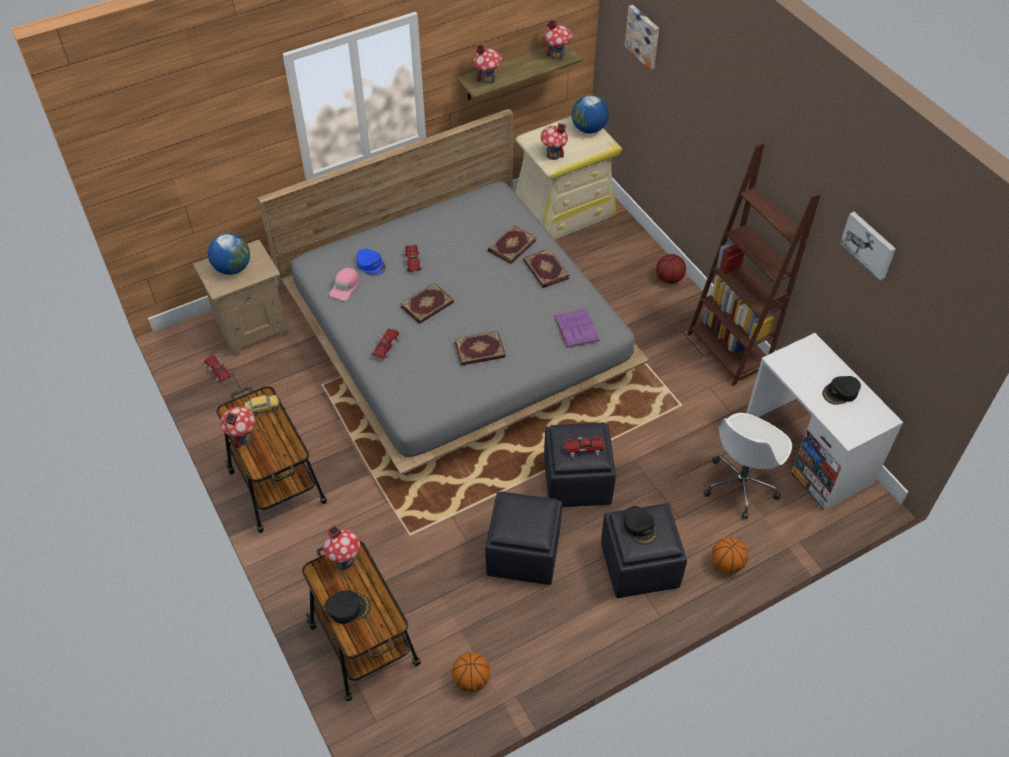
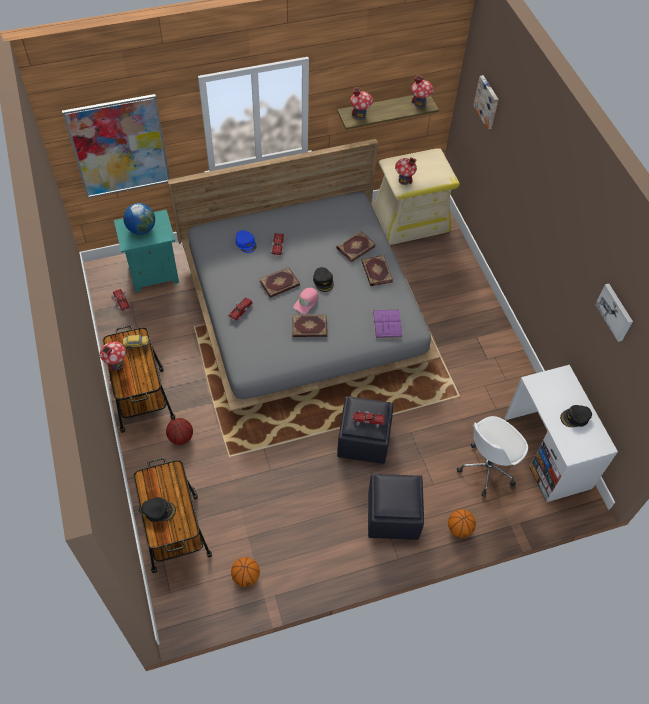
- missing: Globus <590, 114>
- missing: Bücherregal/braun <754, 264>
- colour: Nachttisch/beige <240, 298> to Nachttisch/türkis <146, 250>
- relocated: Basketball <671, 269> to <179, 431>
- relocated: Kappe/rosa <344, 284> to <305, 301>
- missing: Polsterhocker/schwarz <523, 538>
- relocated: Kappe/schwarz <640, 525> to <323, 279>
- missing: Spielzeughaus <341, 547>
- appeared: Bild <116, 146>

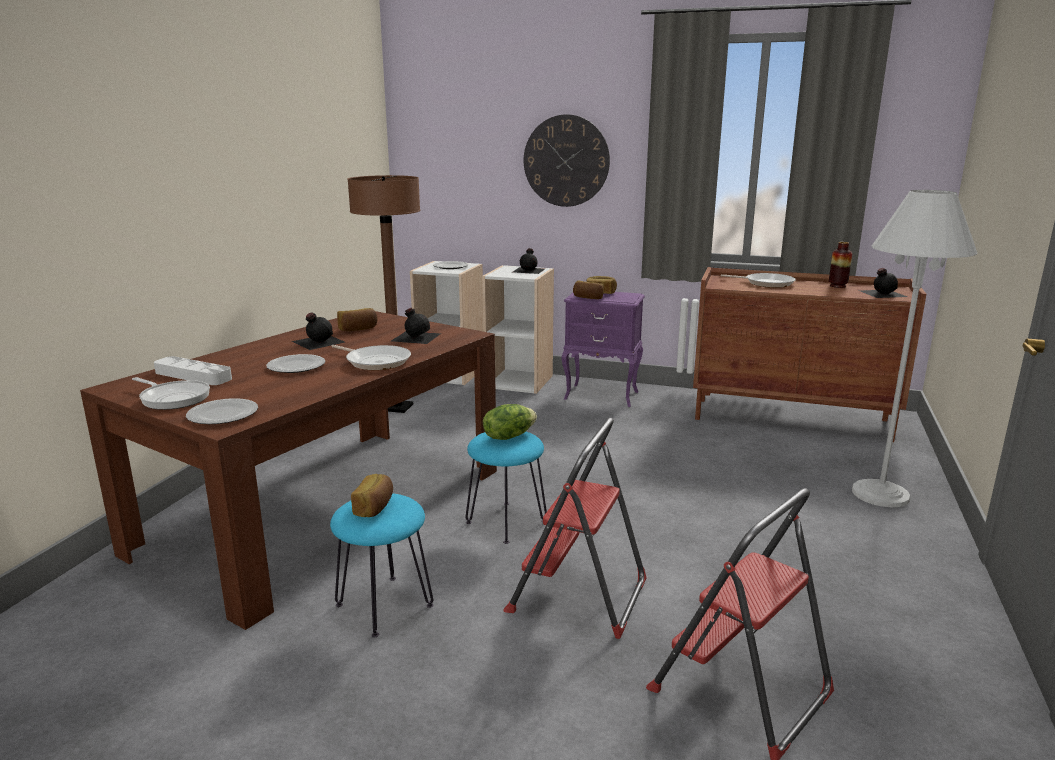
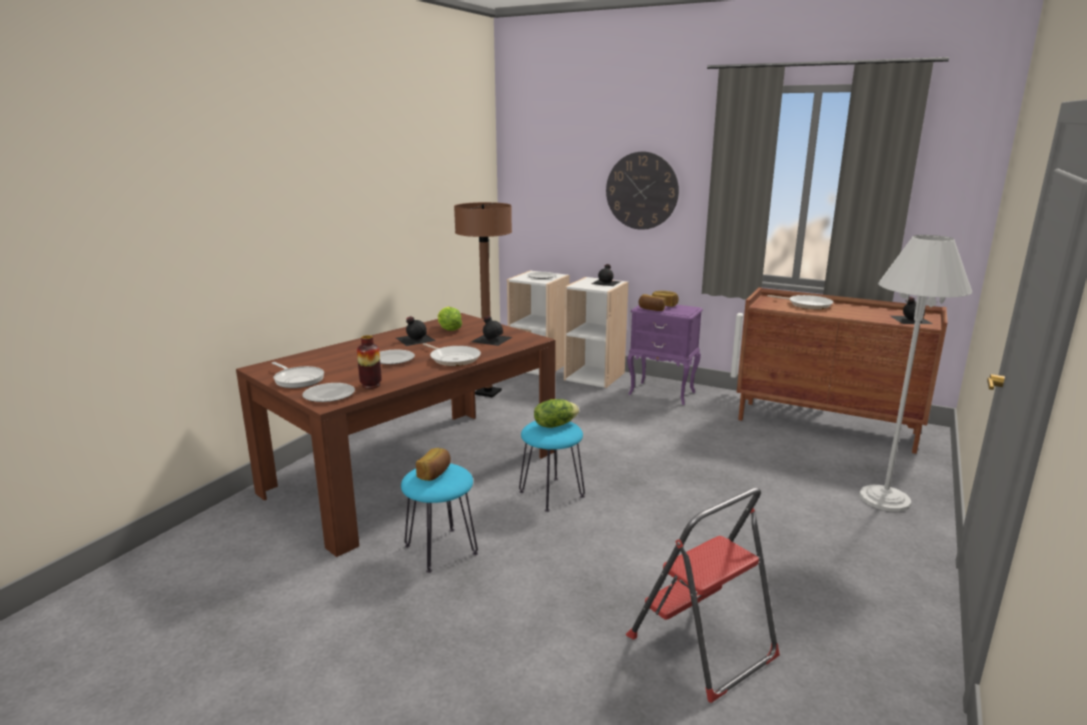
- relocated: Vase <840, 265> to <369, 362>
- exchanged: Brot <357, 319> to Salatkopf <450, 319>
- missing: Tablett/grau <193, 370>
- missing: Trittleiter/rot <575, 528>

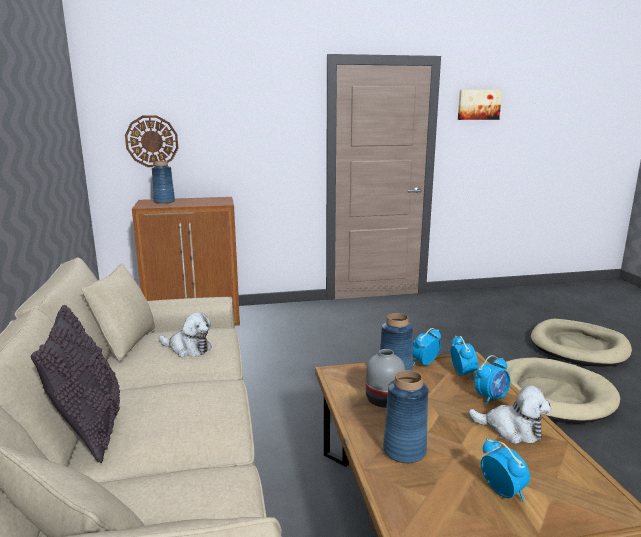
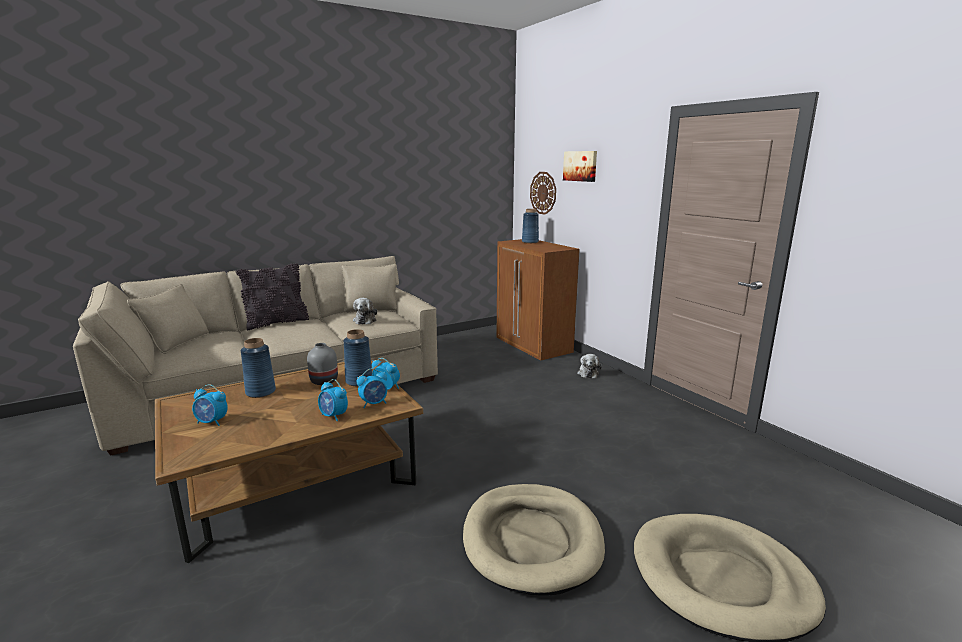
- relocated: Bild <480, 105> to <580, 166>
- relocated: Plüschtier <510, 414> to <589, 366>
- spun: Wecker <505, 469> = <210, 405> 60 degrees clockwise

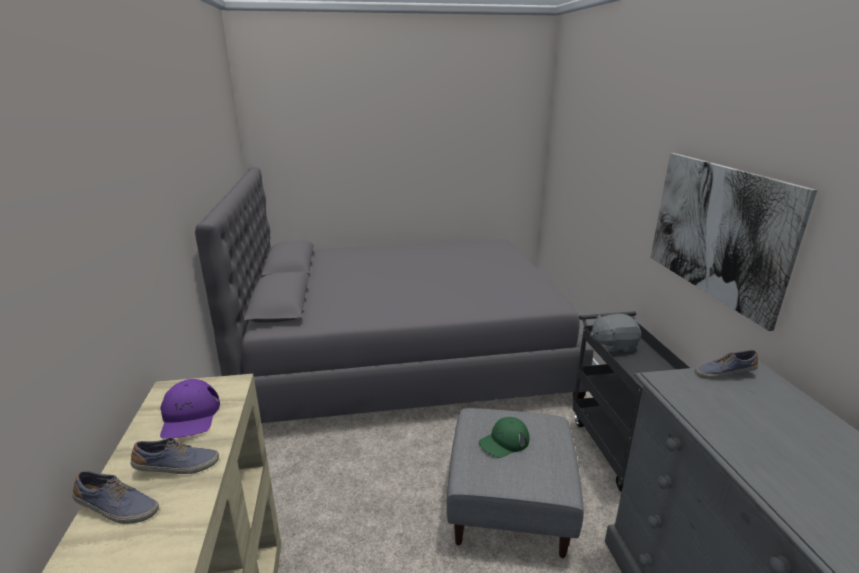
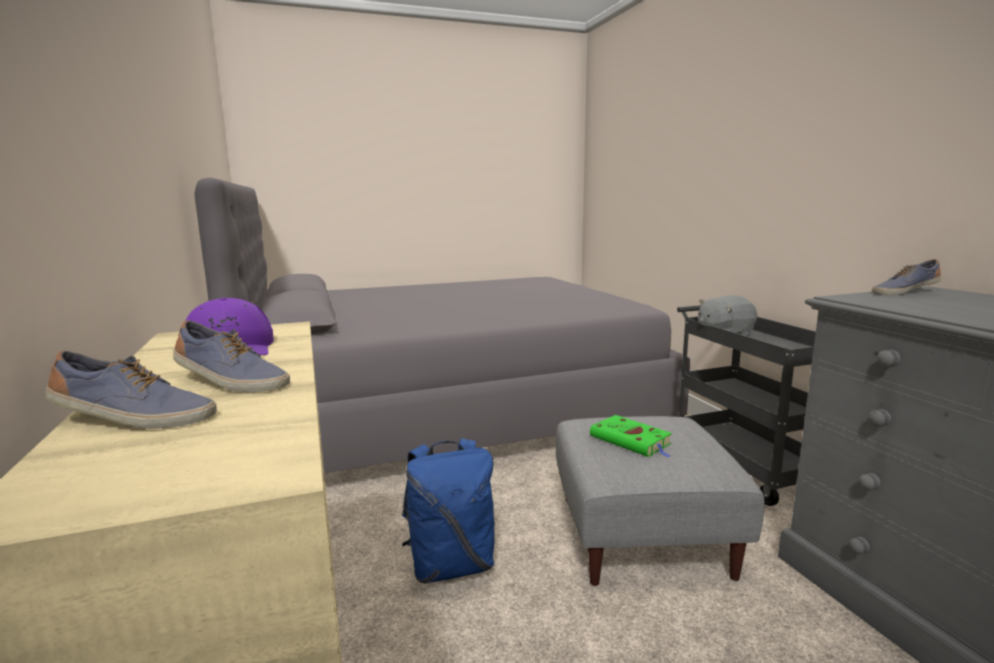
- missing: Bild <734, 242>
- exchanged: Kappe/grün <504, 437> to Buch/grün <631, 436>
- spun: Schuh <175, 456> = <231, 356> 45 degrees clockwise
- appeared: Rucksack/blau <448, 510>

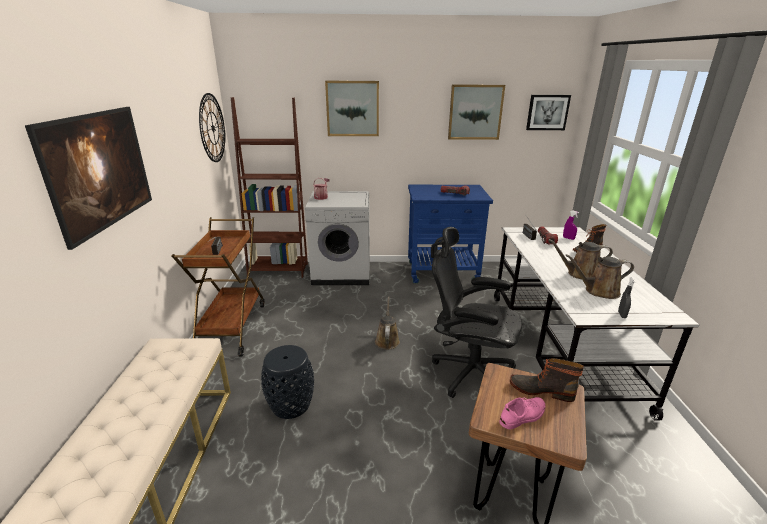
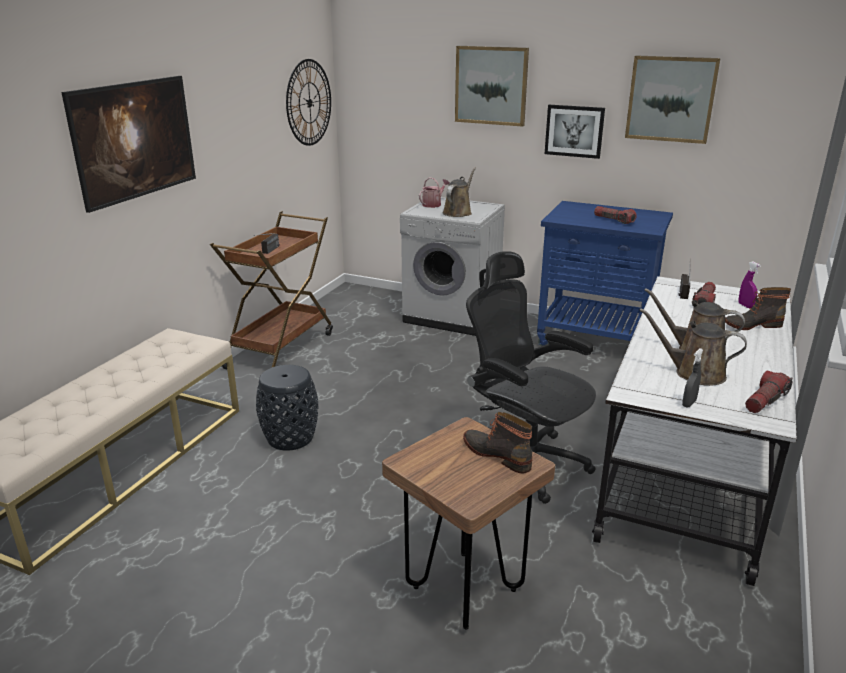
- relocated: Bild <548, 112> to <575, 132>
- missing: Bücherregal/braun <269, 187>
- relocated: Gießkanne/braun <387, 323> to <459, 192>
- missing: Schuh/rosa <522, 413>
- appeared: Taschenlampe <769, 392>

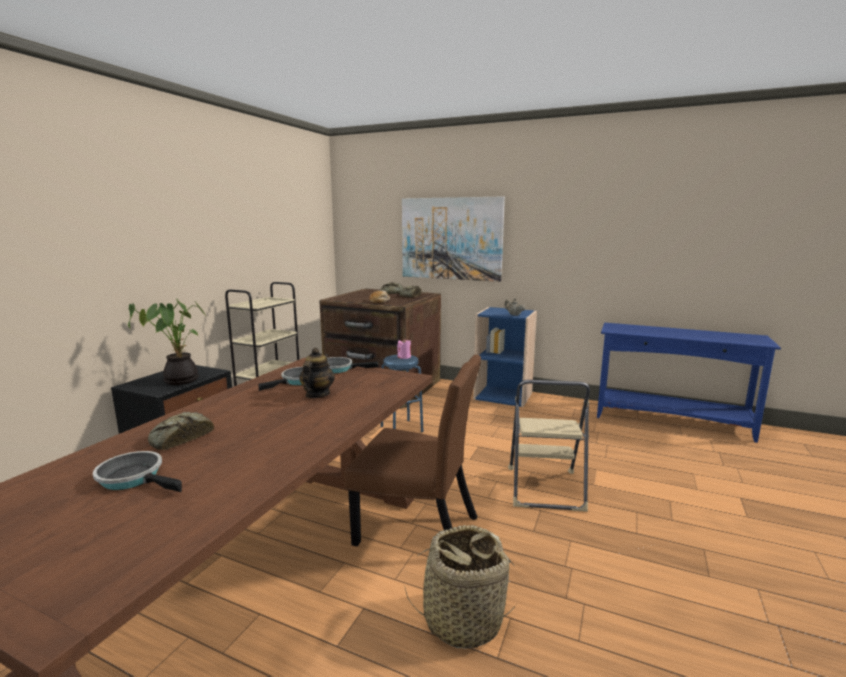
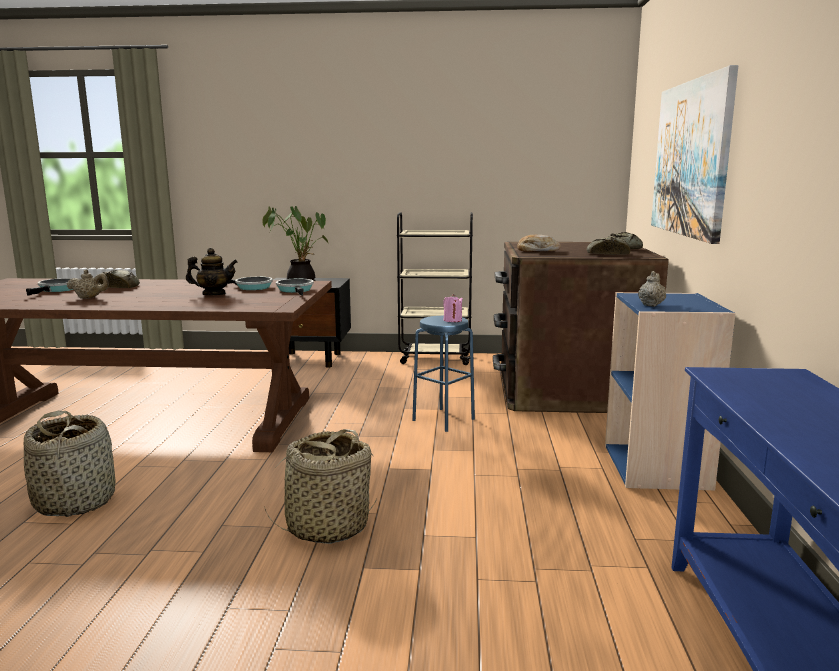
- missing: Stuhl/braun <412, 450>
- exchanged: Trittleiter/beige <549, 446> to Korb <321, 486>
- appeared: Teekanne/beige <88, 284>

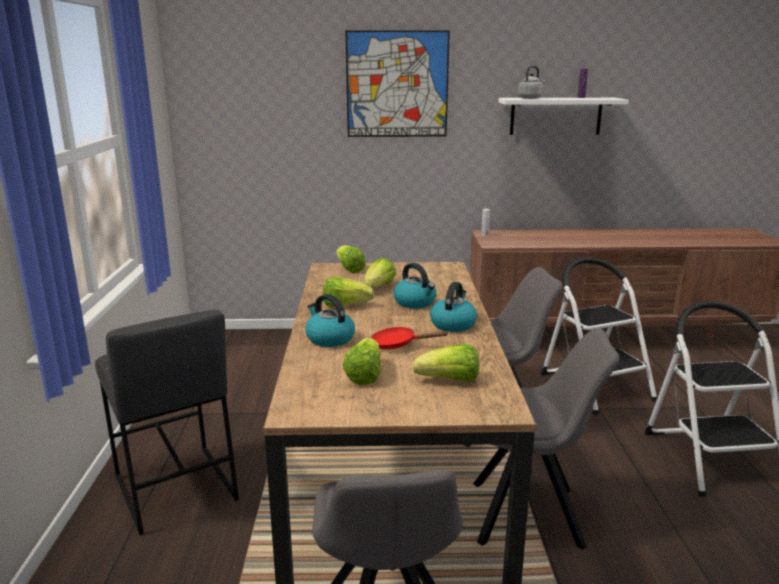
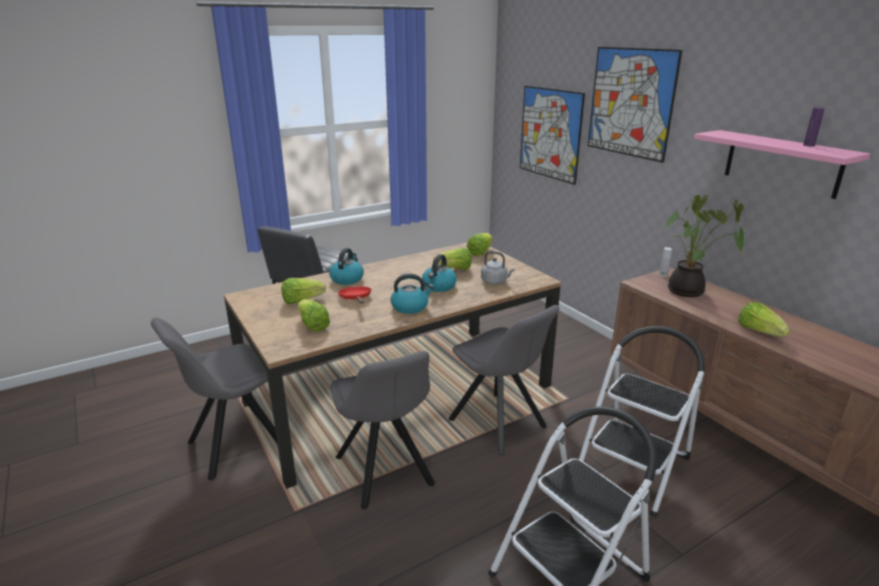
- relocated: Wasserkessel/grau <531, 82> to <498, 268>
- colour: Wandregal/weiß <563, 116> to Wandregal/rosa <782, 164>
- relocated: Salatkopf <348, 291> to <764, 319>
- appeared: Bild <552, 135>
- appeared: Topfpflanze <703, 246>

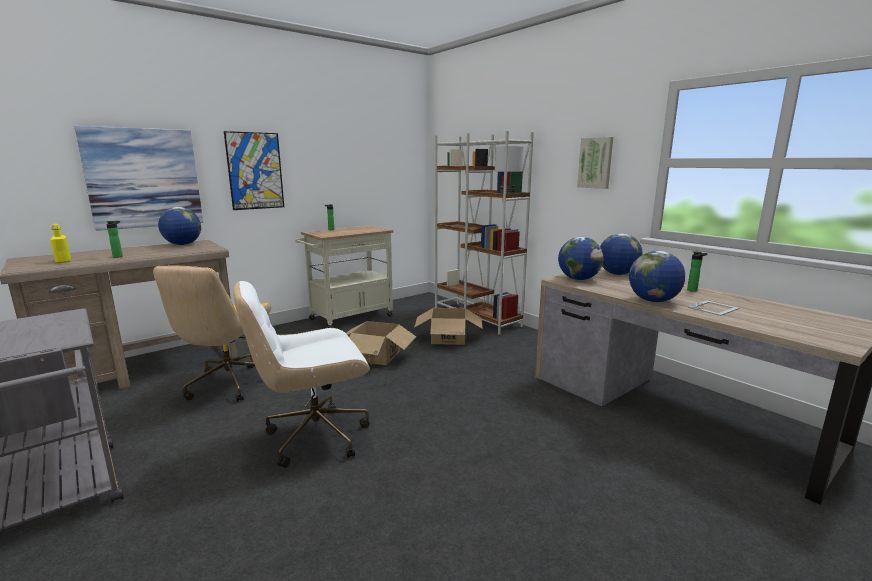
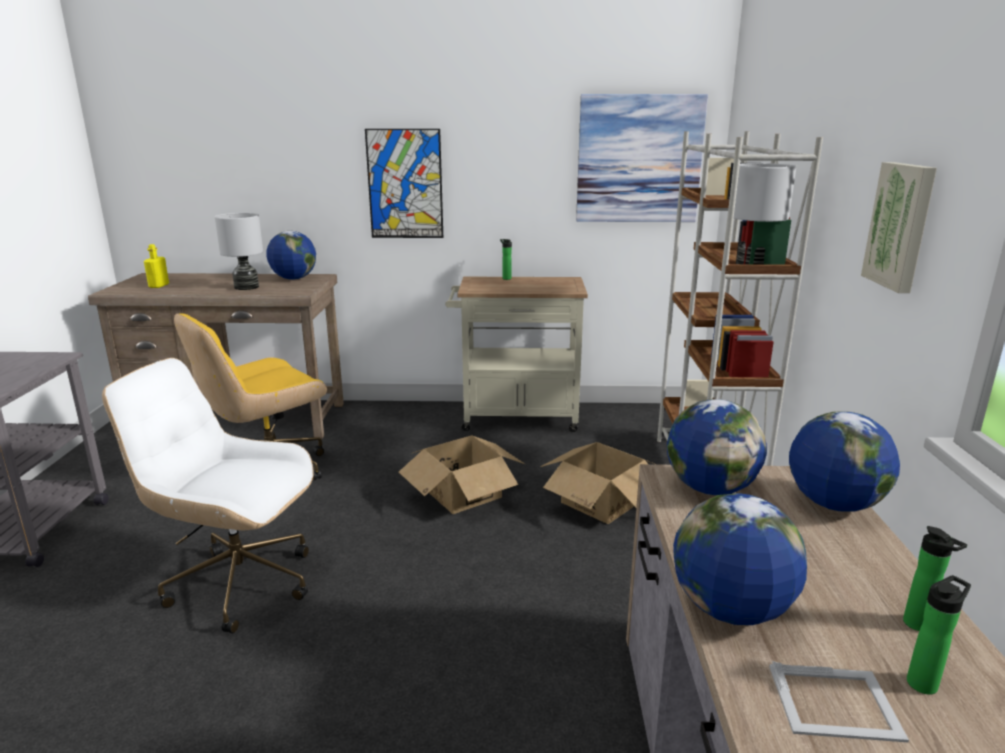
- relocated: Bild <138, 178> to <642, 158>
- relocated: Flasche <114, 239> to <939, 635>
- appeared: Tischlampe/grau <239, 251>

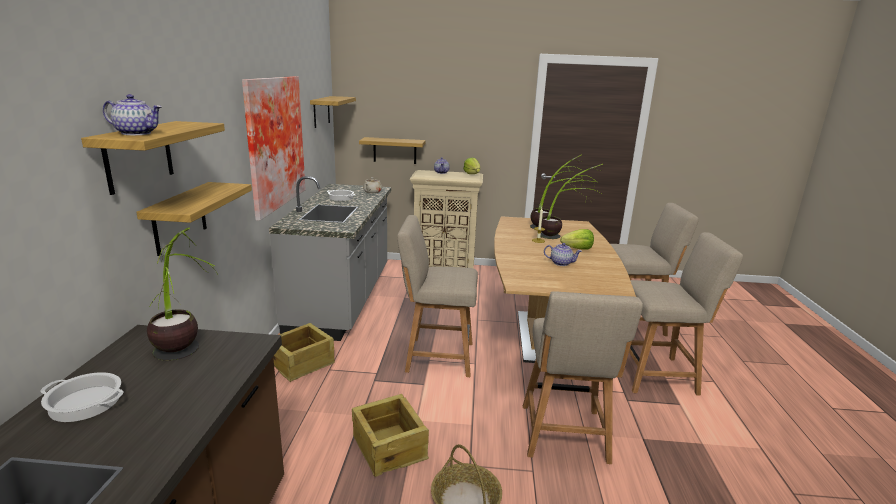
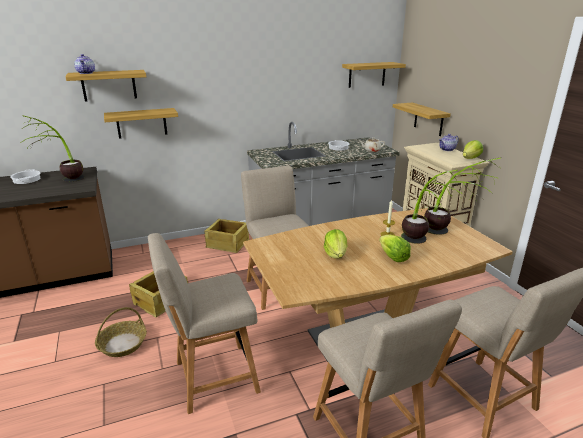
- missing: Bild <274, 148>
- exchanged: Teekanne <563, 254> to Salatkopf <335, 244>

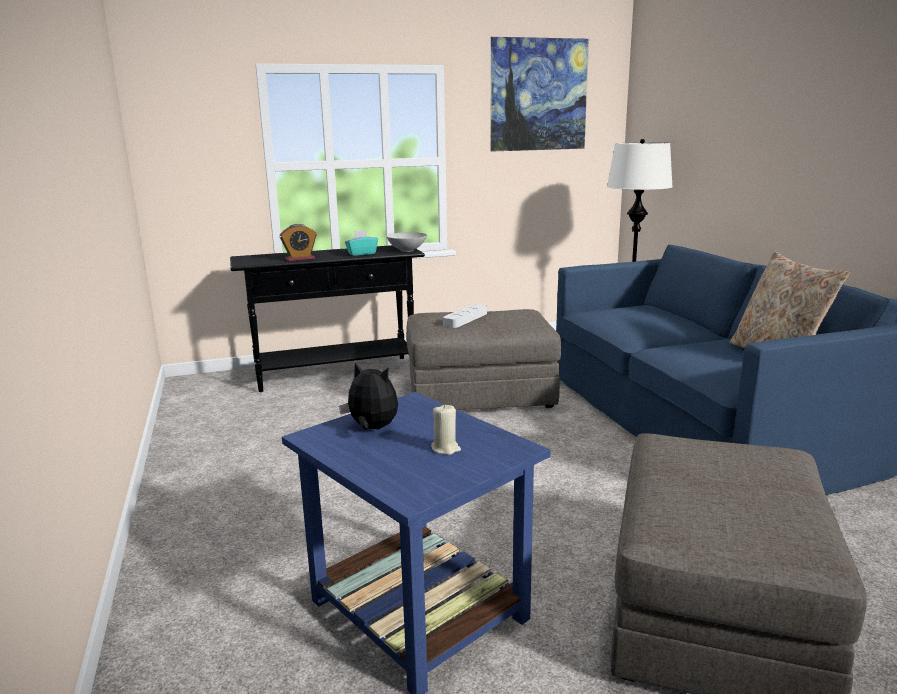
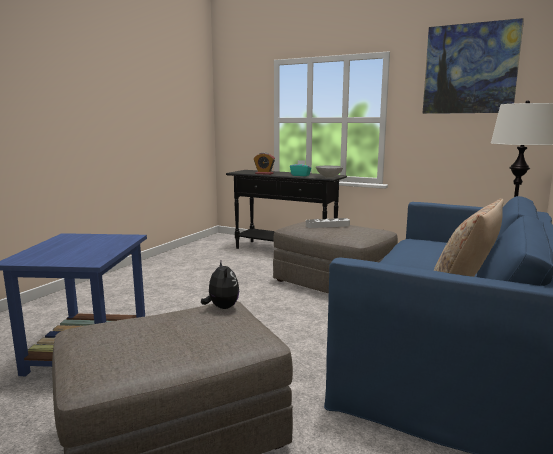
- relocated: Plüschtier <368, 396> to <220, 285>
- missing: Kerze/beige <446, 429>

